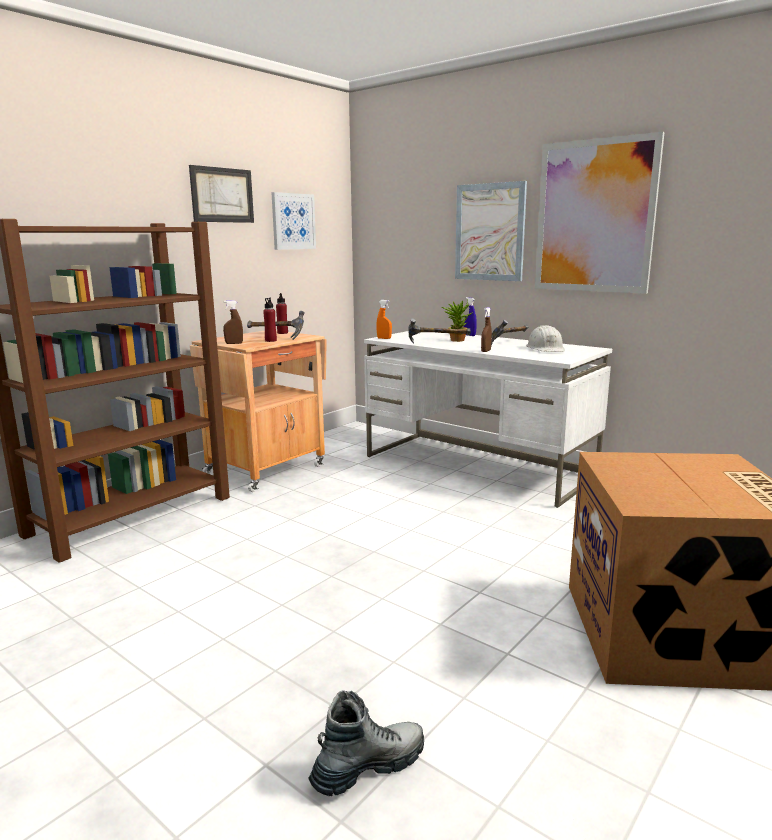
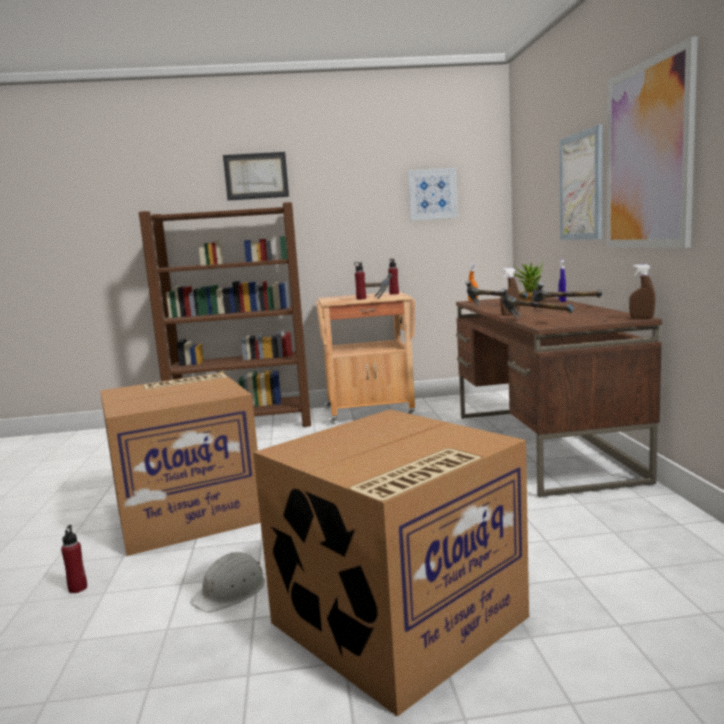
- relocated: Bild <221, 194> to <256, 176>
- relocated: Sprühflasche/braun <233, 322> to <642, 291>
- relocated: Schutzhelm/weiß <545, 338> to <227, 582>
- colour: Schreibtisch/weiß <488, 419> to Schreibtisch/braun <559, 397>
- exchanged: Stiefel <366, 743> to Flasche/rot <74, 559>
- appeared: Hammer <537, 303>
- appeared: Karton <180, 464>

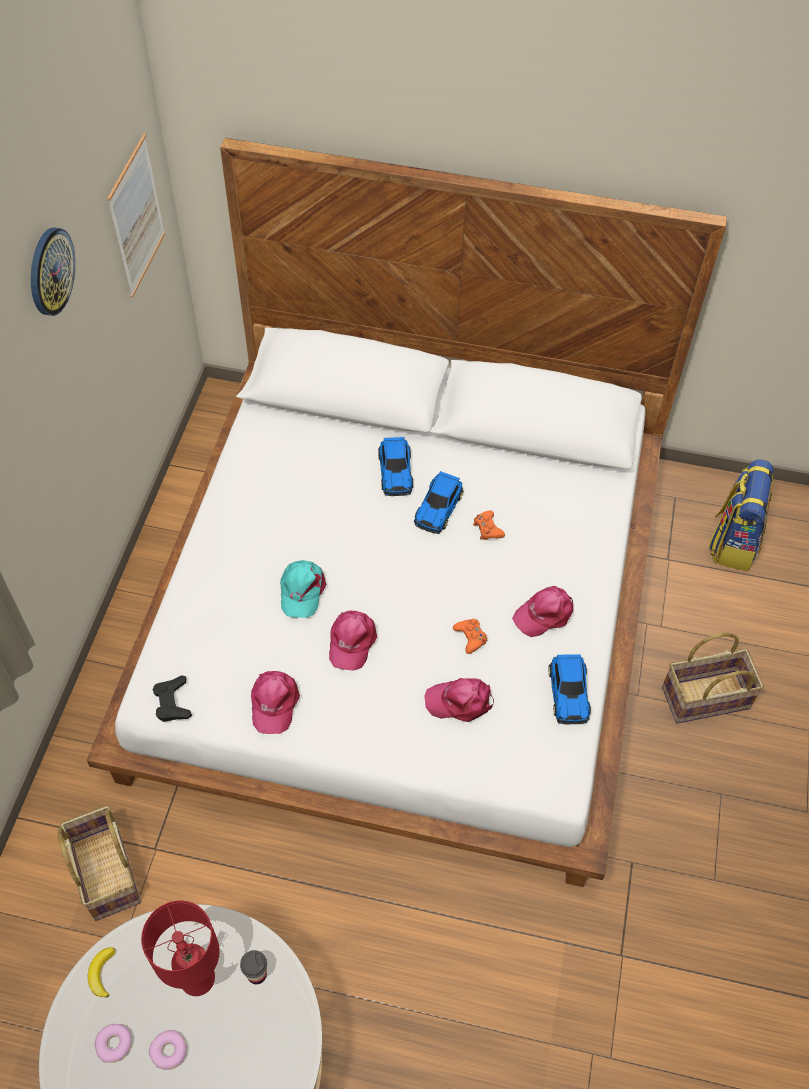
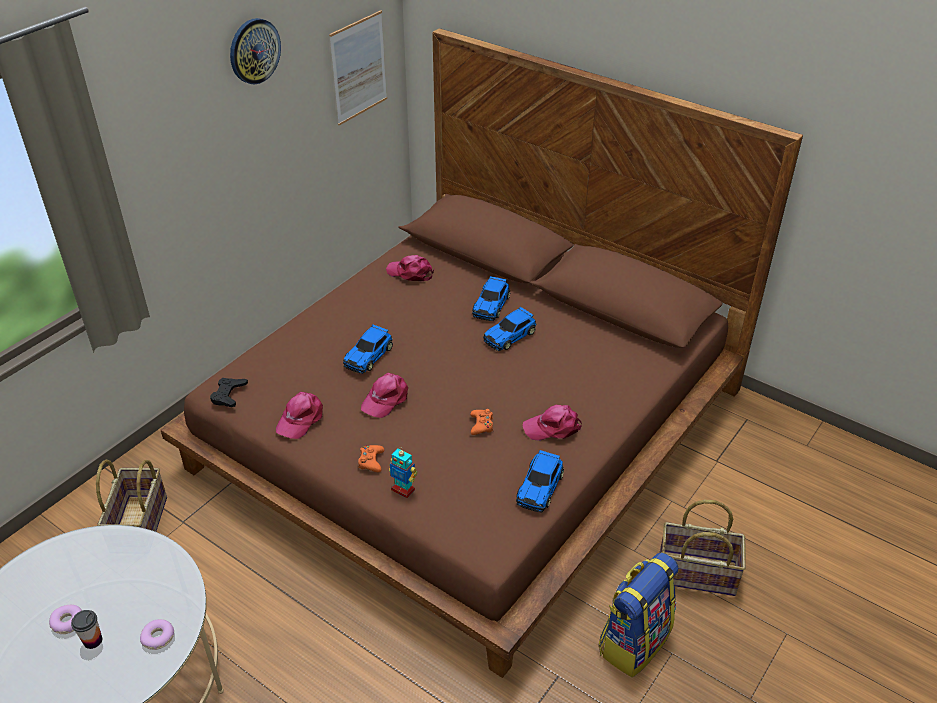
- colour: Bett/weiß <407, 512> to Bett/braun <482, 353>
- relocated: Rucksack <740, 515> to <638, 614>
- relocated: Gamepad/orange <489, 525> to <371, 458>
- exchanged: Kappe/türkis <303, 589> to Spielzeugauto <368, 349>
- relocated: Kappe/rosa <459, 700> to <410, 268>
- missing: Tischlampe/rot <180, 948>
- missing: Banane <101, 972>
- relocated: Tasse <253, 967> to <86, 629>
- relocated: Donut <113, 1043> to <157, 634>
- appeared: Spielzeugroboter <403, 472>

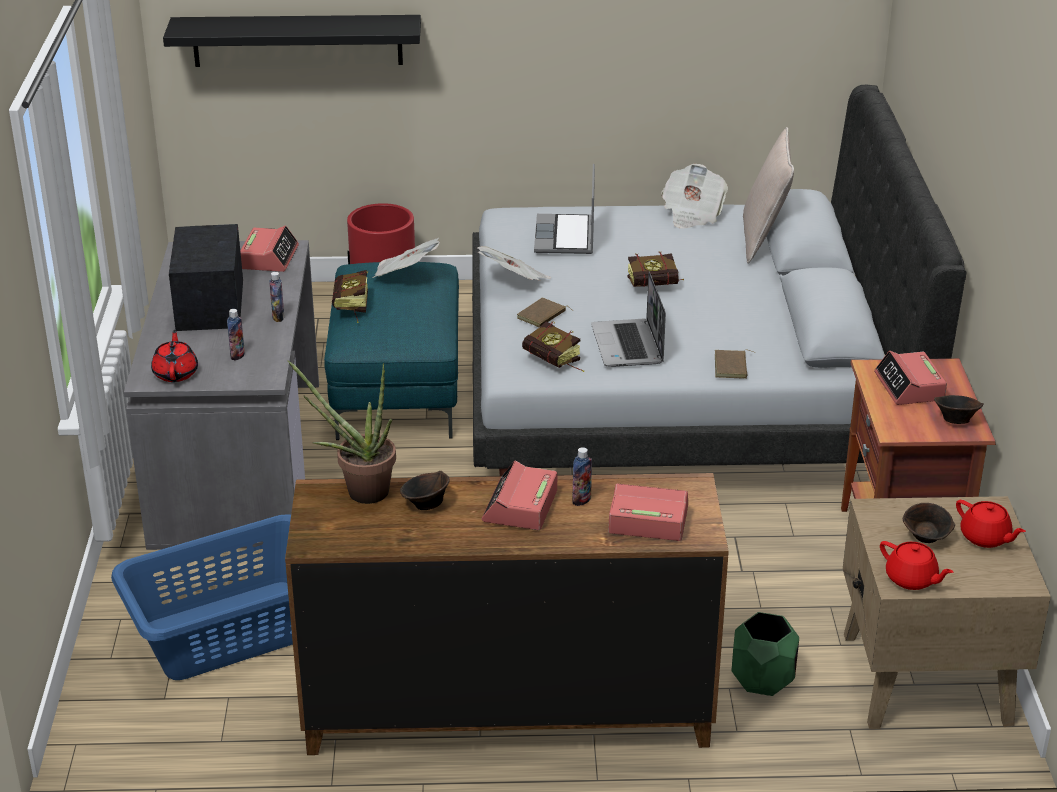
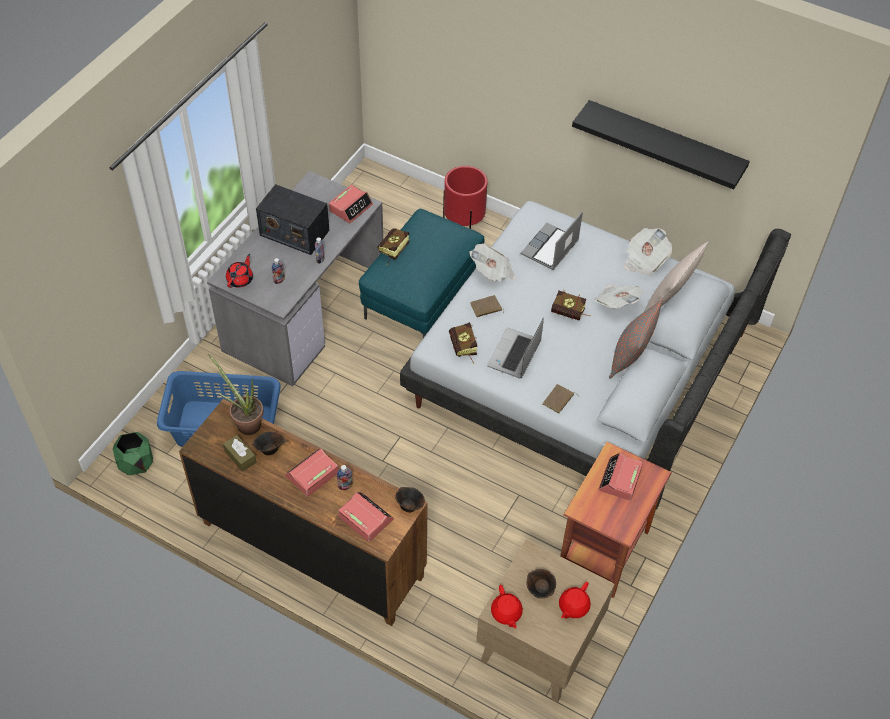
- relocated: Wandregal/schwarz <292, 41> to <661, 145>
- spun: Radio <206, 277> = <292, 219> 90 degrees counterclockwise
- relocated: Zeitung <406, 258> to <620, 296>
- relocated: Schüssel/braun <959, 409> to <410, 500>
- spun: Teekanne/rot <991, 524> = <575, 600> 45 degrees clockwise
- relocated: Pflanzkübel/grün <765, 654> to <133, 453>
- appeared: Kissen/grau <636, 339>
- appeared: Taschentuchbox/braun <240, 453>

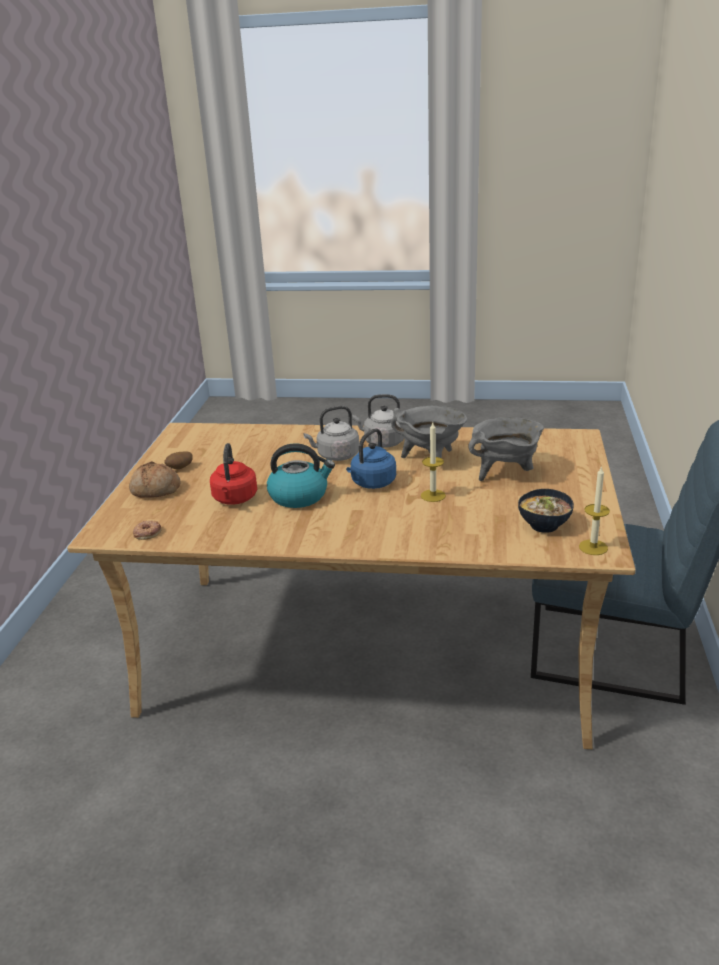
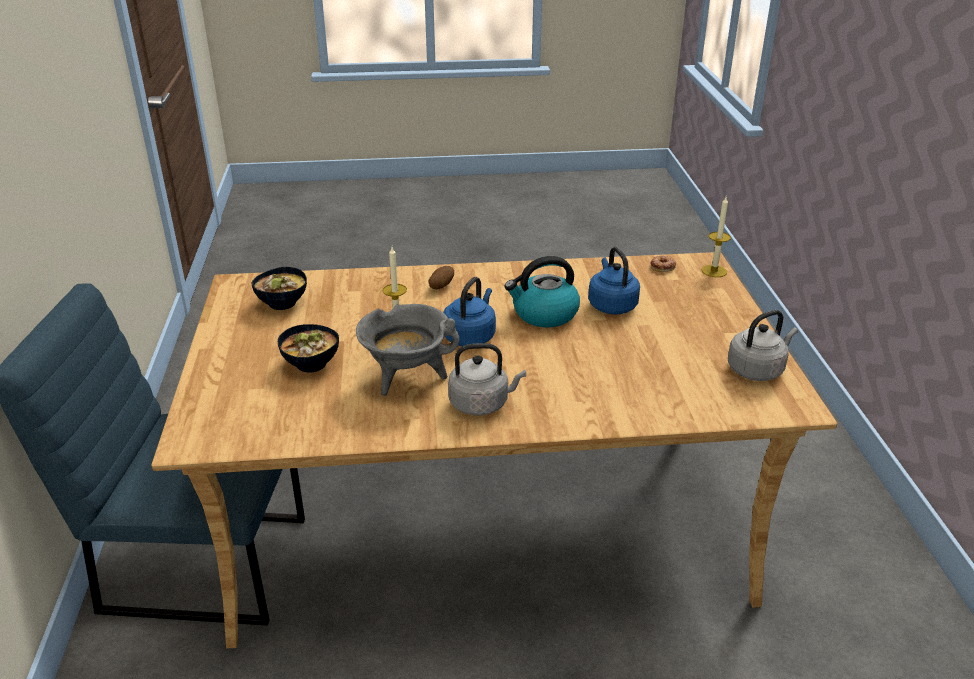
- relocated: Wasserkessel/grau <331, 433> to <763, 345>
- exchanged: Kochtopf/grau <506, 449> to Schüssel <308, 348>
- colour: Wasserkessel/rot <233, 474> to Wasserkessel/blau <614, 280>
- relocated: Kartoffel <178, 460> to <441, 277>
- missing: Brot <155, 479>
- relocated: Kerze <594, 510> to <716, 237>

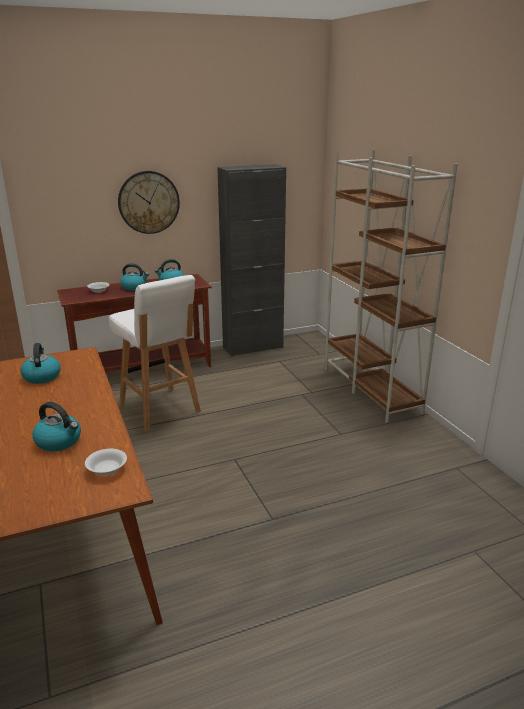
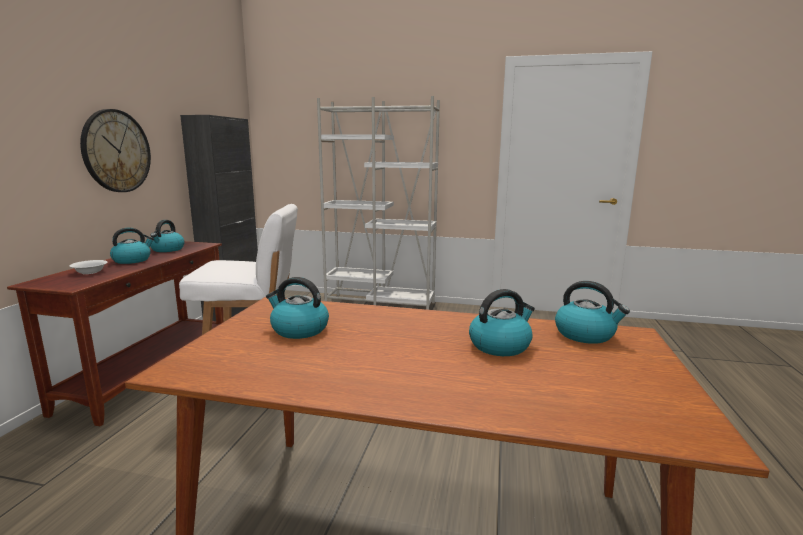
- colour: Bücherregal/braun <391, 286> to Bücherregal/weiß <378, 203>
- exchanged: Schüssel/weiß <106, 462> to Wasserkessel <592, 312>

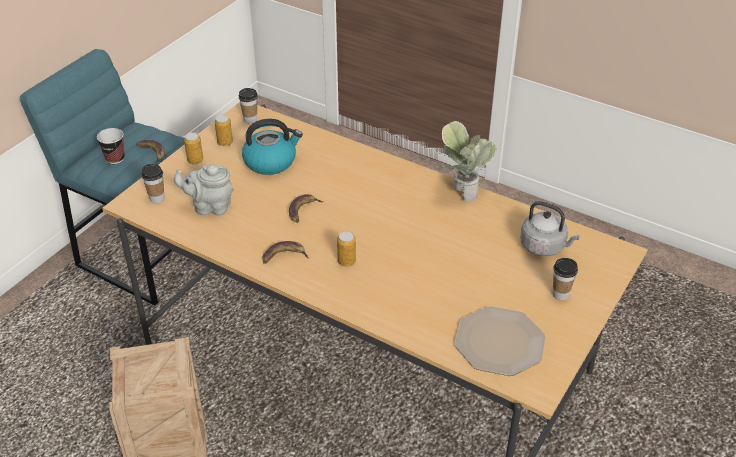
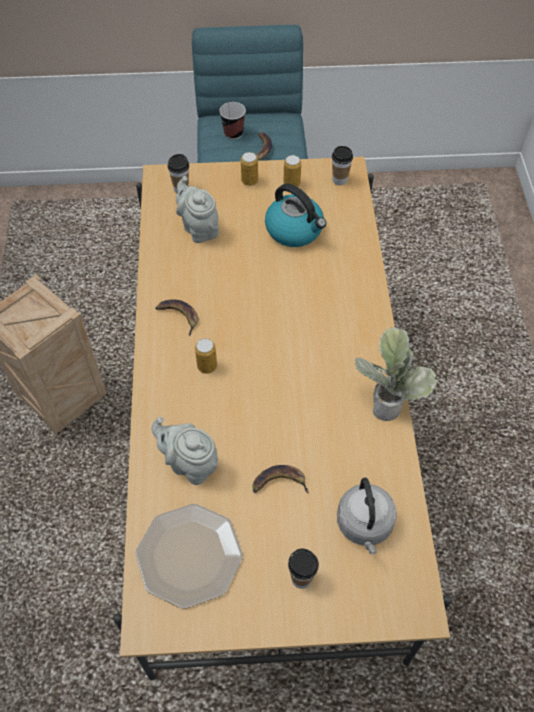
- relocated: Banane <306, 208> to <281, 479>
- appeared: Teekanne/grau <185, 451>

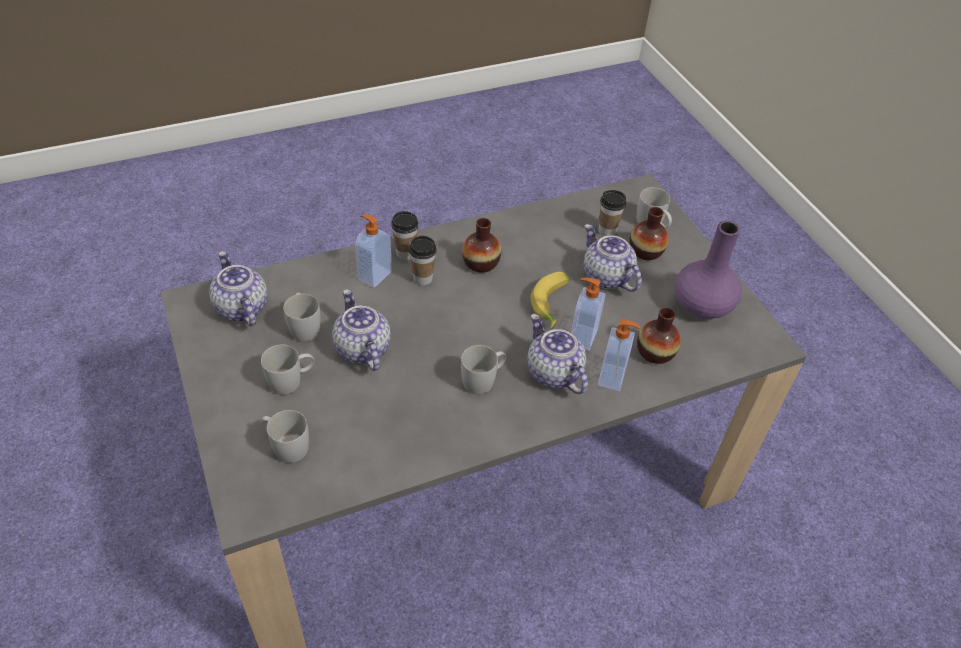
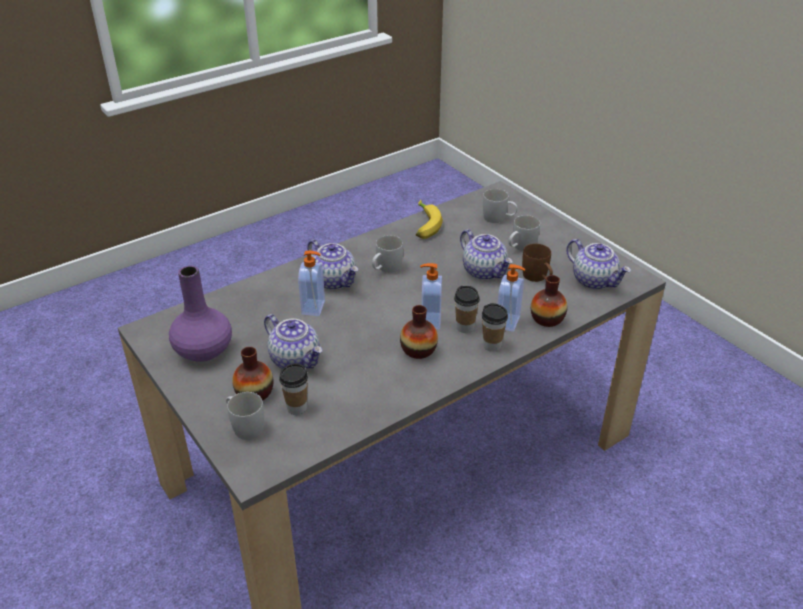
- relocated: Banane <551, 300> to <429, 219>
- colour: Henkelbecher/weiß <302, 317> to Henkelbecher/braun <537, 263>
- relocated: Vase <659, 335> to <549, 301>
- relocated: Seifenspender <619, 355> to <431, 296>

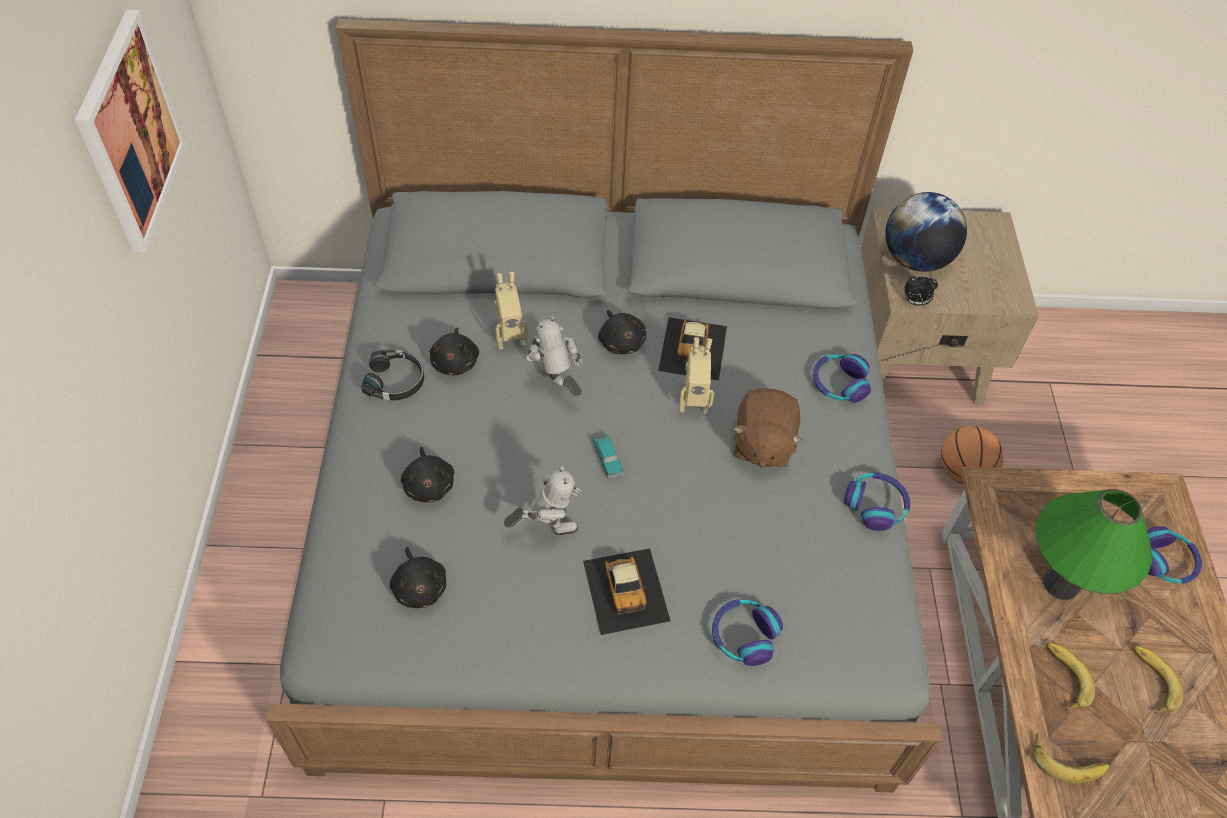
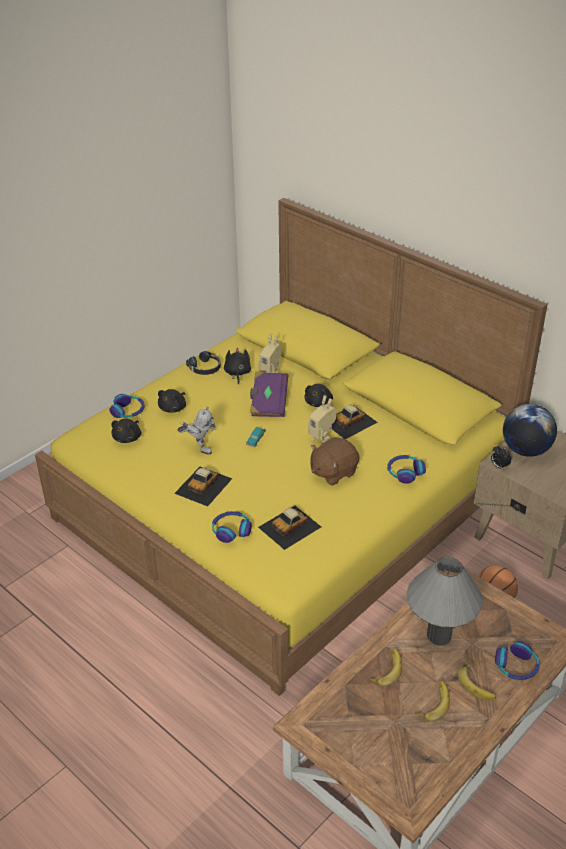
- missing: Bild <130, 131>
- colour: Bett/grau <604, 405> to Bett/gelb <291, 447>
- exchanged: Spielzeugroboter <555, 355> to Buch/lila <269, 394>
- spun: Plüschtier/schwarz <454, 351> = <237, 366> 135 degrees clockwise
- relocated: Kopfhörer <877, 501> to <127, 406>
- colour: Tischlampe/grün <1094, 544> to Tischlampe/grau <444, 601>
- relocated: Banane <1071, 758> to <477, 681>
- appeared: Spielzeugauto <289, 528>

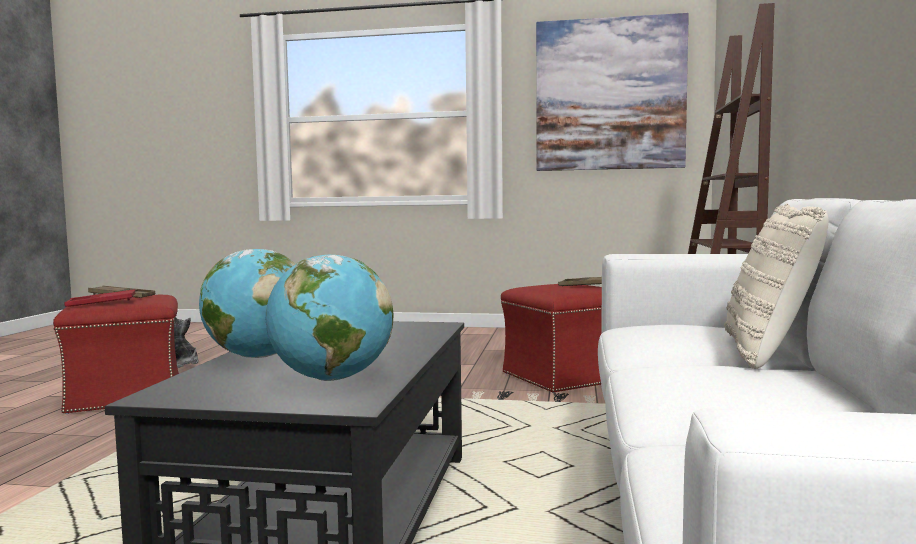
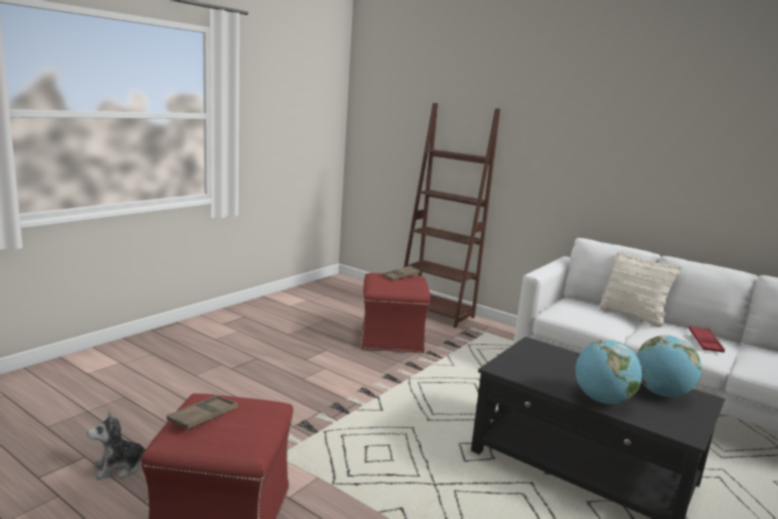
- missing: Bild <612, 92>
- relocated: Tablett/rot <100, 298> to <707, 339>

